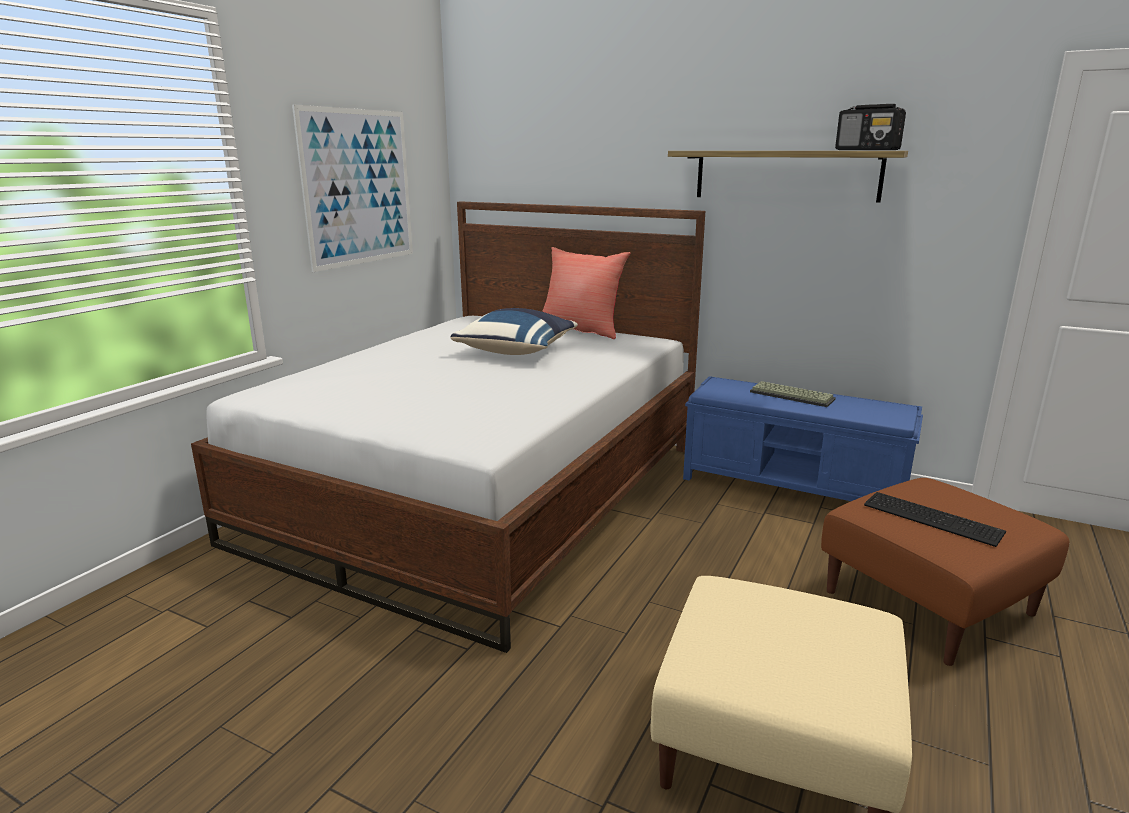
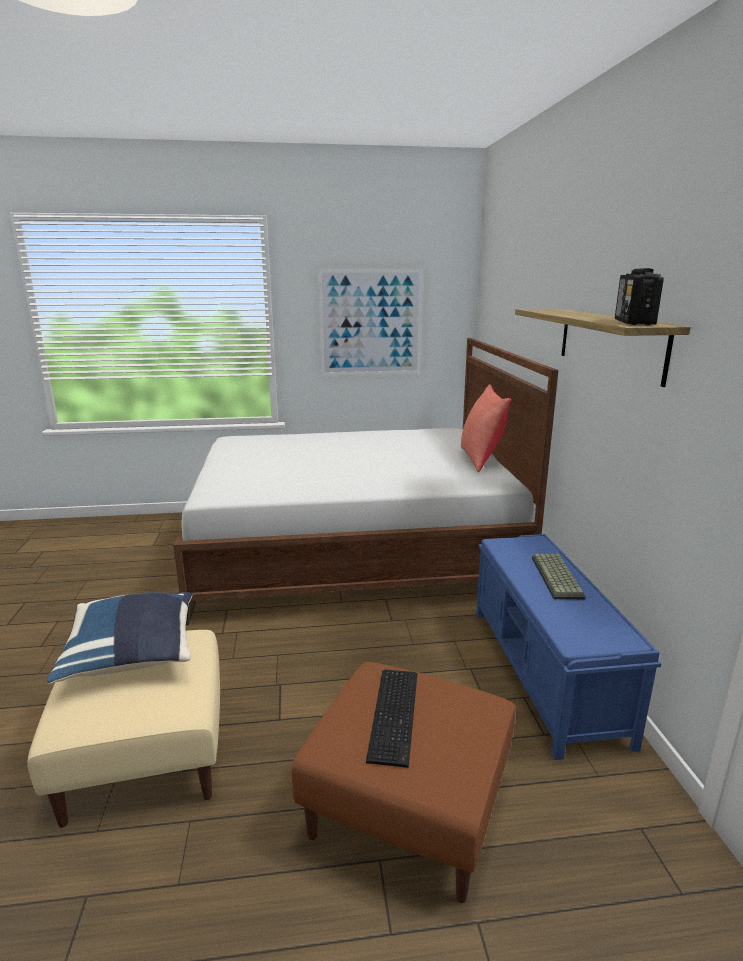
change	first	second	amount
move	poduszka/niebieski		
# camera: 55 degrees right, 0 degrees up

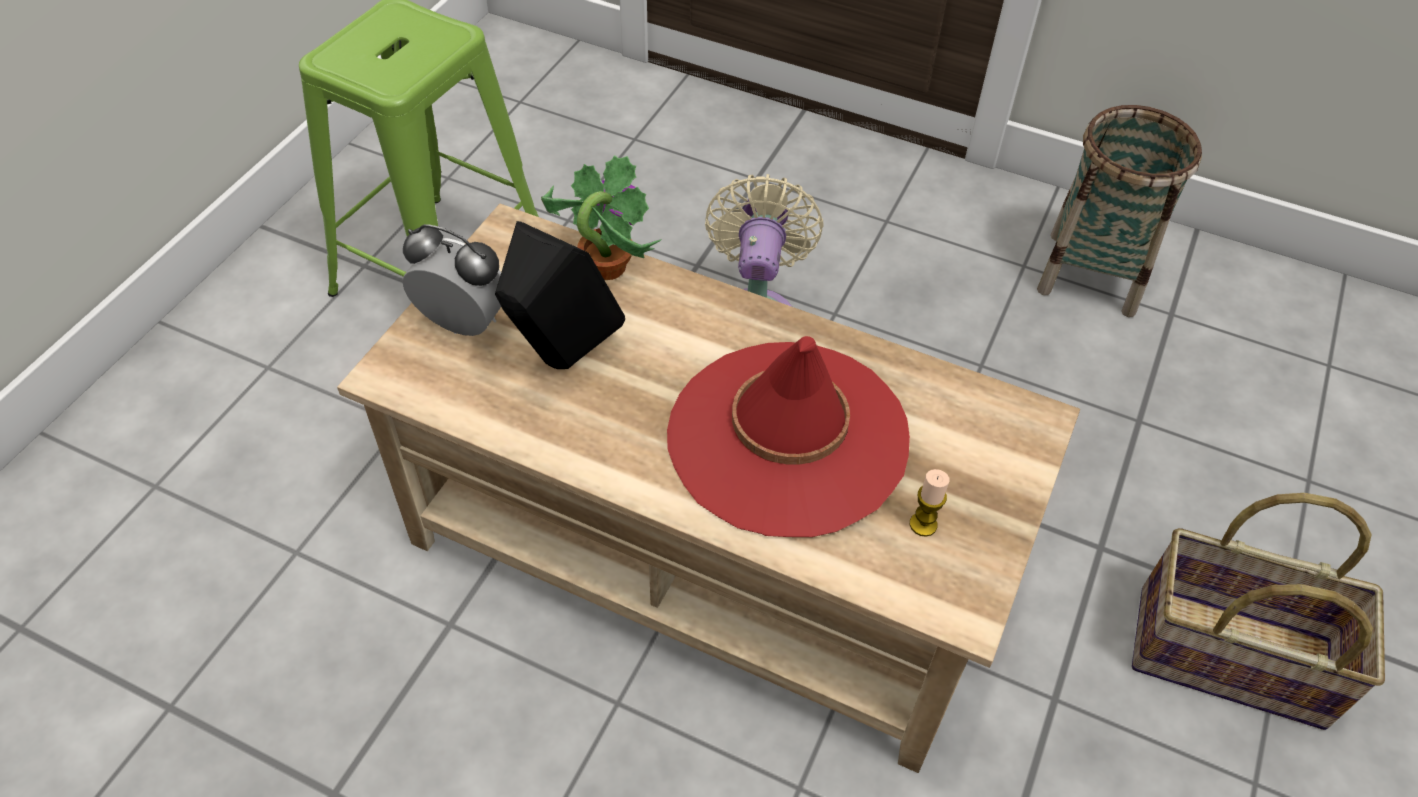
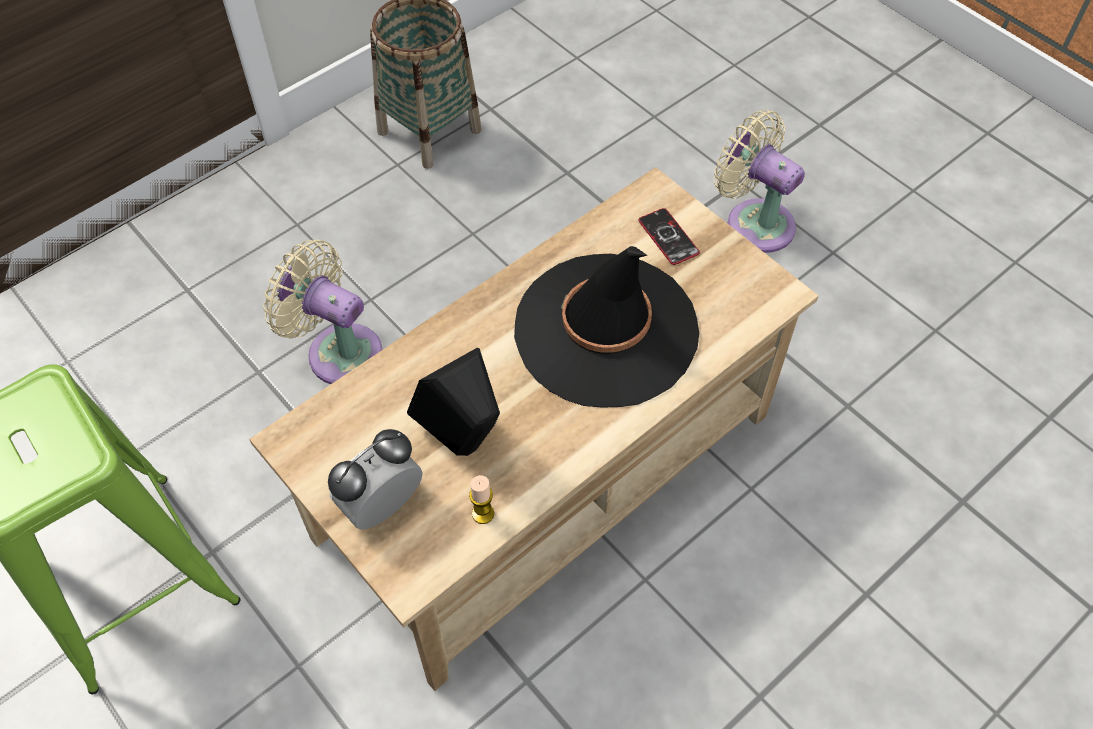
change	first	second	amount
move	świeca		
recolor	kapelusz/czerwony	kapelusz/czarny	
insert		telefon	
replace	koszyk (2nd from left)	wentylator/beżowy (2nd from left)	
delete	roślina doniczkowa		
# camera: 65 degrees left, 5 degrees up

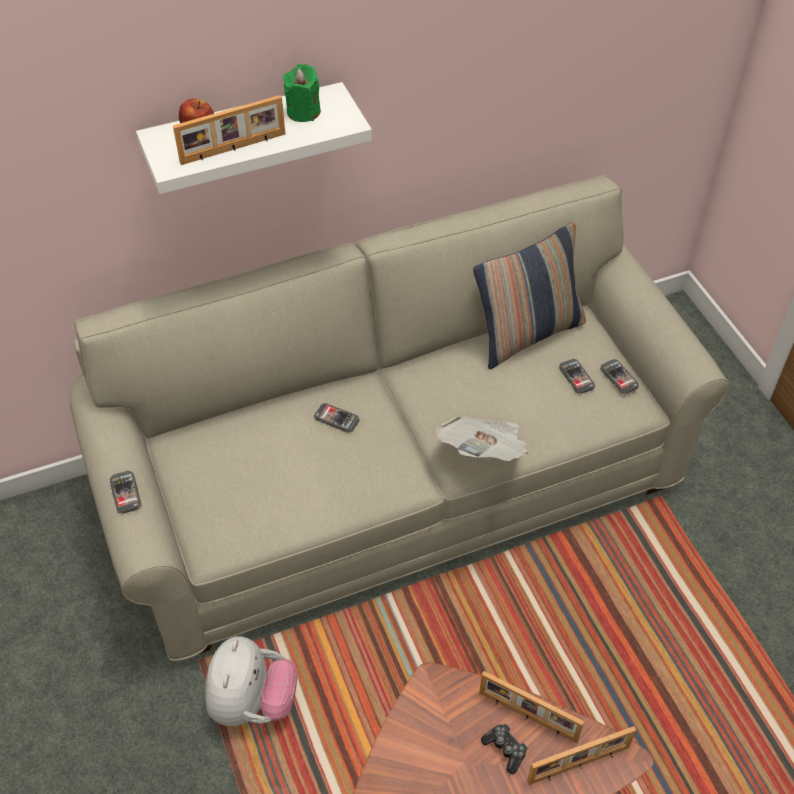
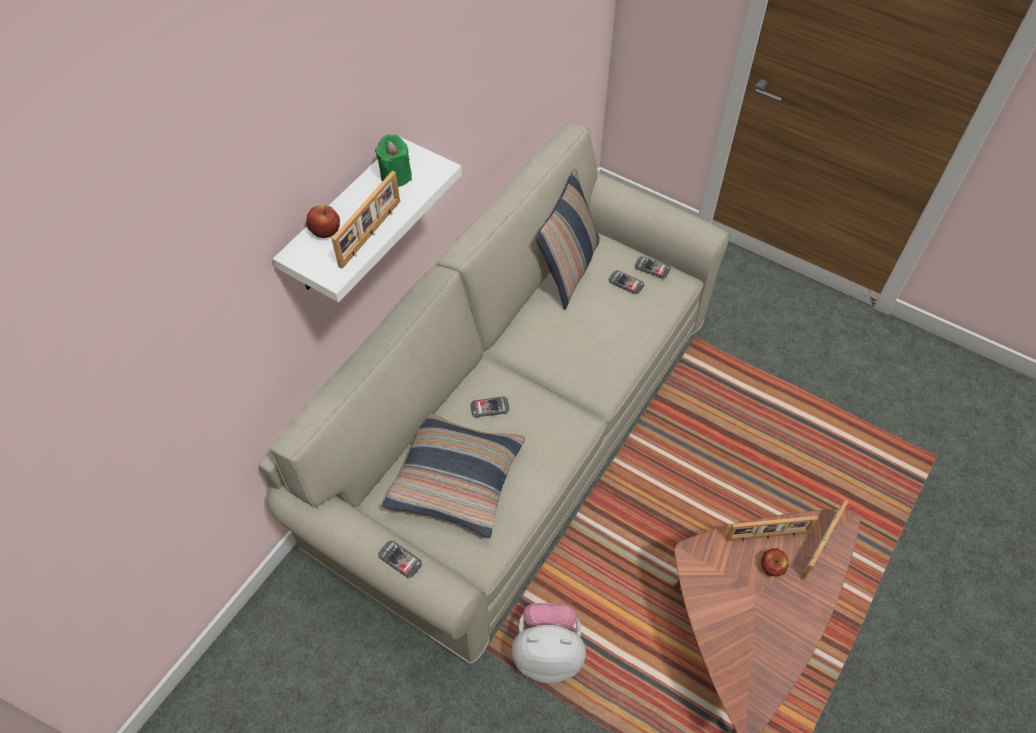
change	first	second	amount
insert		poduszka (1st from left)	
rotate	pluszak		60 degrees counterclockwise
replace	pad do gier	jabłko (2nd from left)	
delete	gazeta		
# camera: 35 degrees left, 5 degrees up

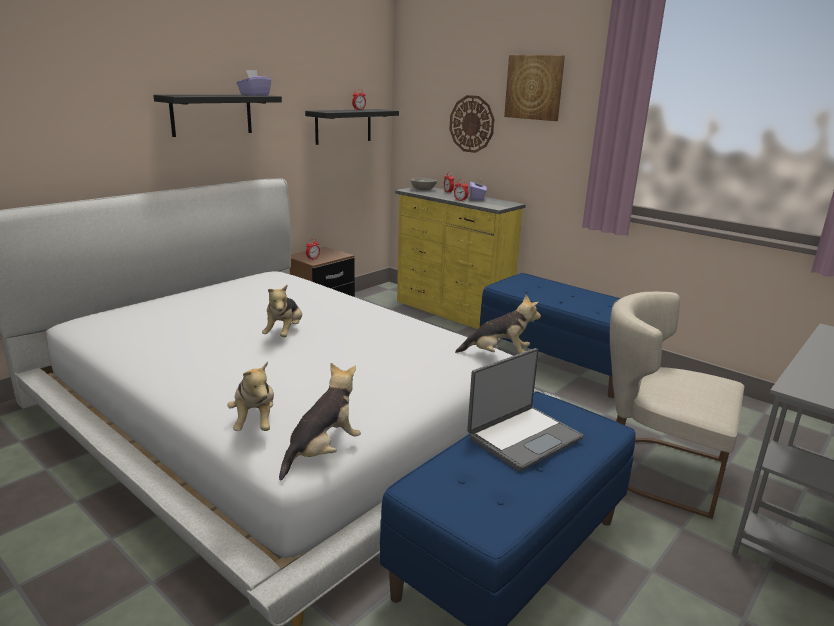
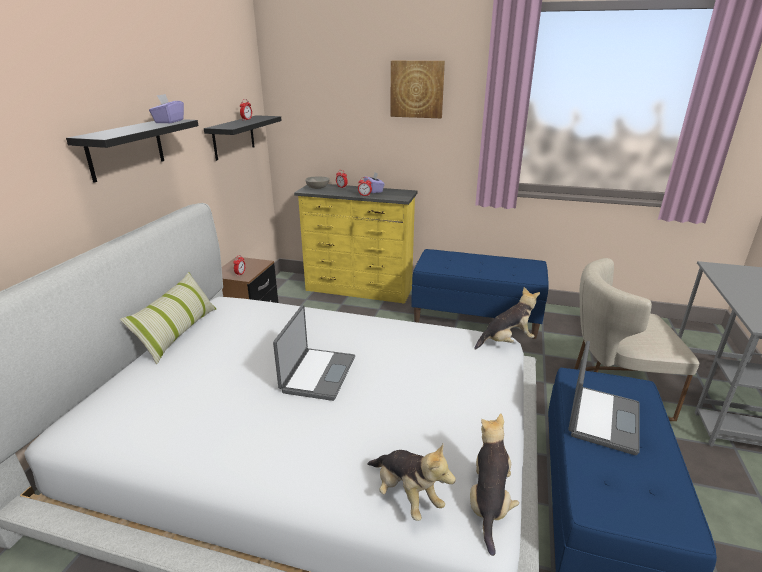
change	first	second	amount
insert		poduszka	
replace	pluszak (2nd from left)	laptop (1st from left)	
delete	zegar ścienny		
# camera: 25 degrees left, 5 degrees up

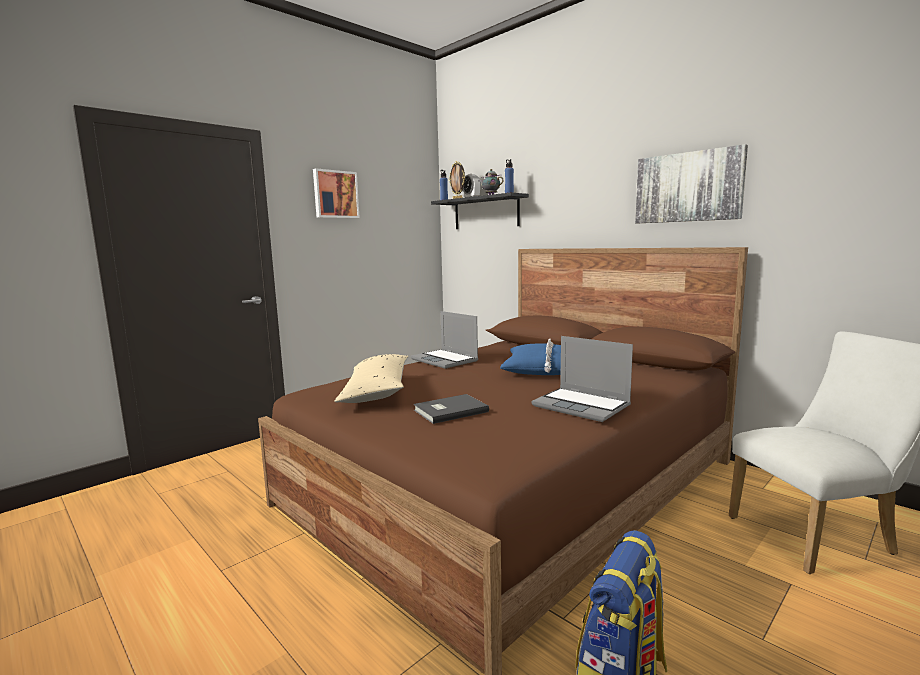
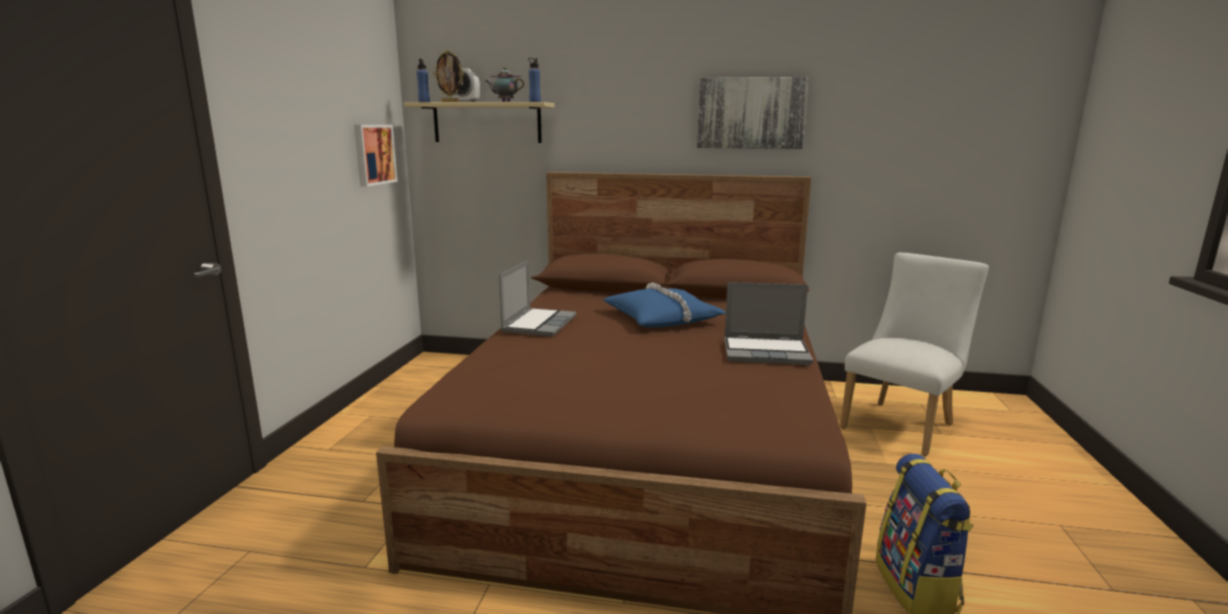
change	first	second	amount
move	obraz (1st from left)		
recolor	półka/czarny	półka/beżowy	
rotate	laptop (1st from left)		90 degrees counterclockwise
delete	poduszka/beżowy		
delete	książka/szary		
# camera: 35 degrees left, 5 degrees up

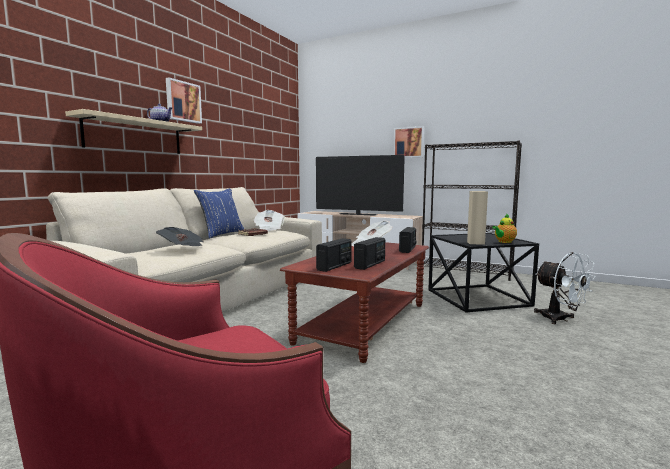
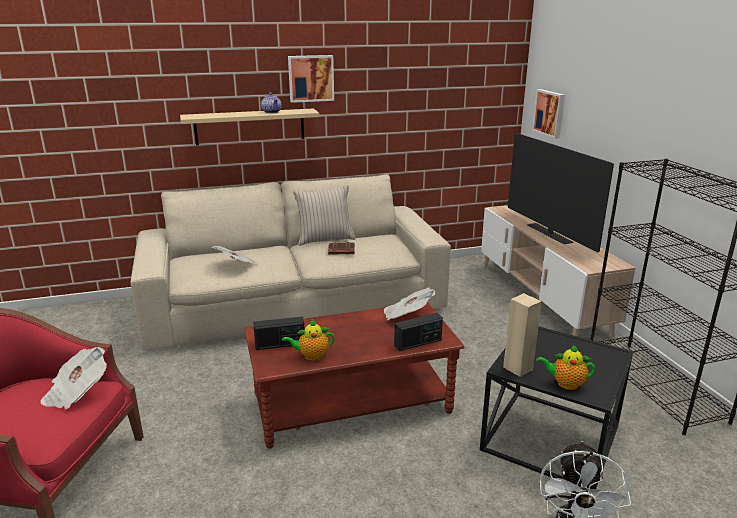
change	first	second	amount
move	gazeta (2nd from left in the first image)	gazeta (1st from left)	
replace	radio (2nd from left)	imbryk (2nd from left)	
recolor	poduszka/niebieski	poduszka/beżowy	
move	obraz (2nd from left)		
# camera: 45 degrees right, 15 degrees up

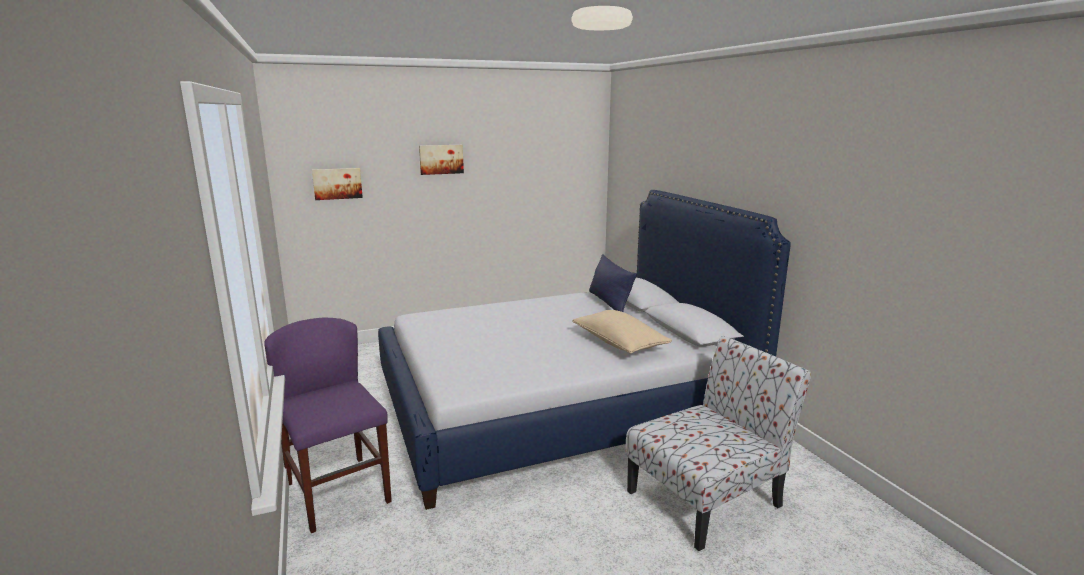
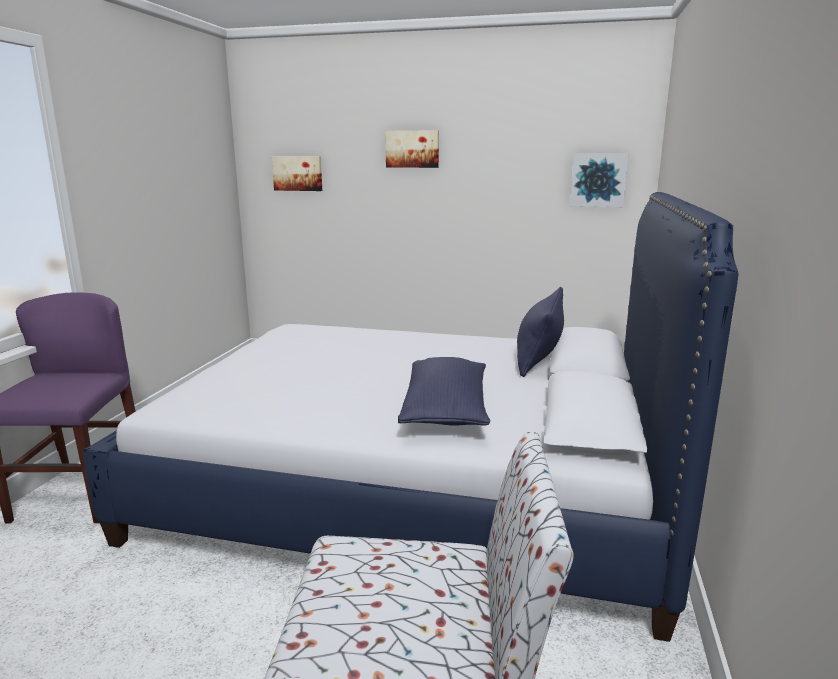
change	first	second	amount
recolor	poduszka/beżowy	poduszka/niebieski (1st from left)	
insert		obraz (3rd from left)	
# camera: 35 degrees right, 0 degrees up

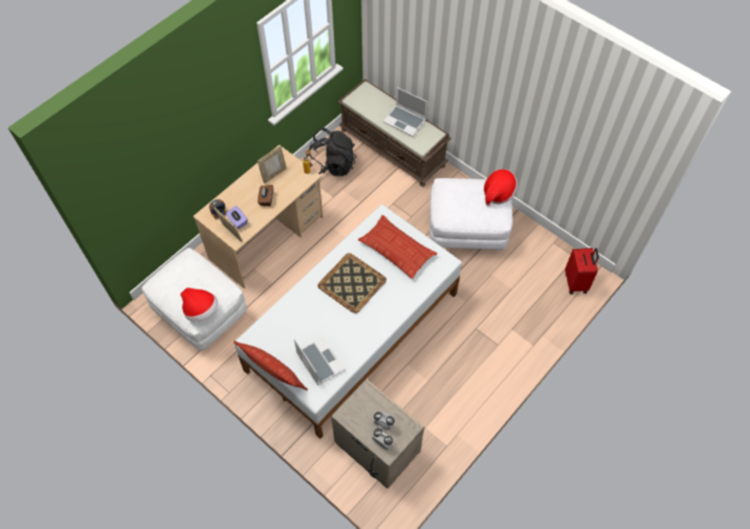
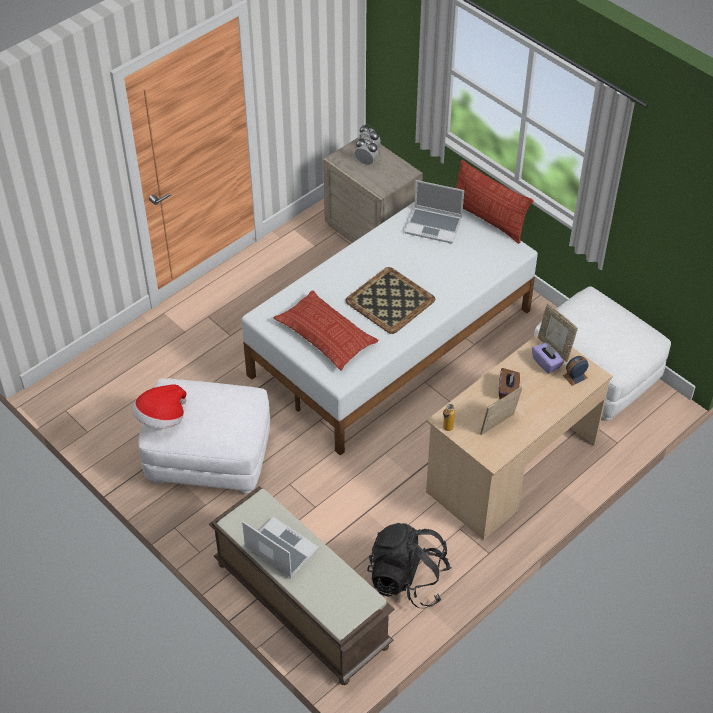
change	first	second	amount
rotate	laptop (1st from left in the first image)	laptop (2nd from left)	45 degrees counterclockwise
delete	kapelusz (1st from left)		
delete	walizka/czerwony		
# camera: 175 degrees left, 10 degrees down

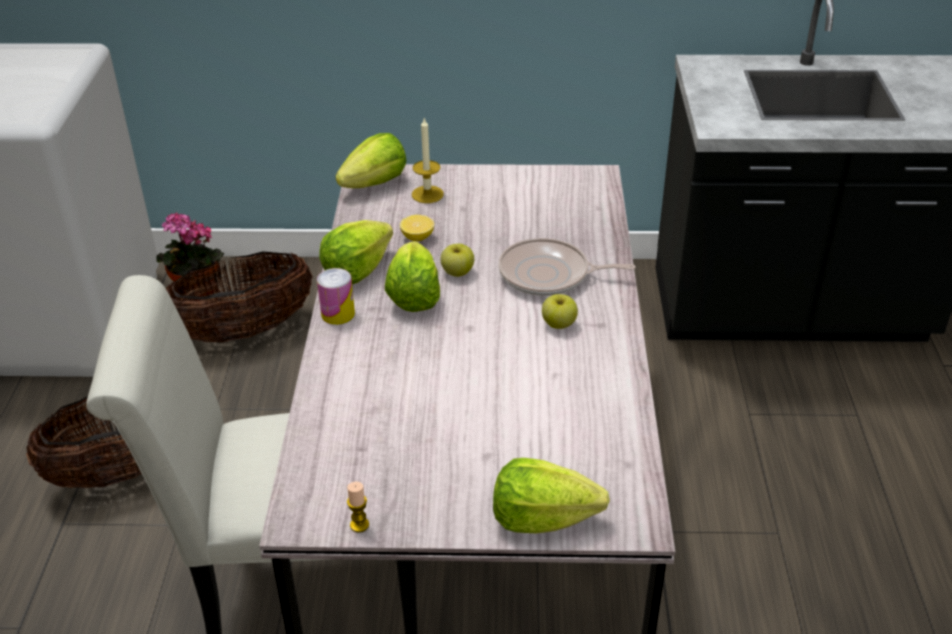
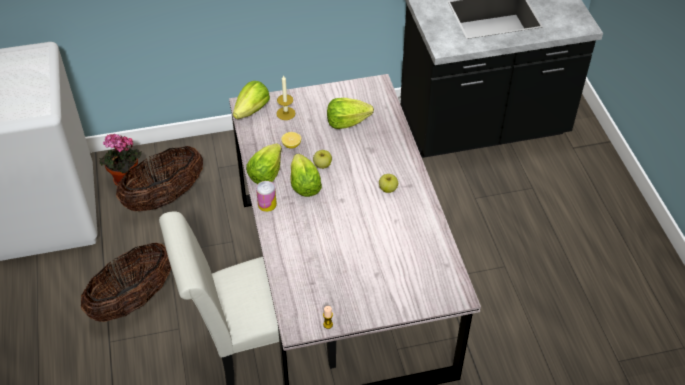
change	first	second	amount
move	sałata (4th from left)		
delete	patelnia		
# camera: 15 degrees left, 10 degrees up

